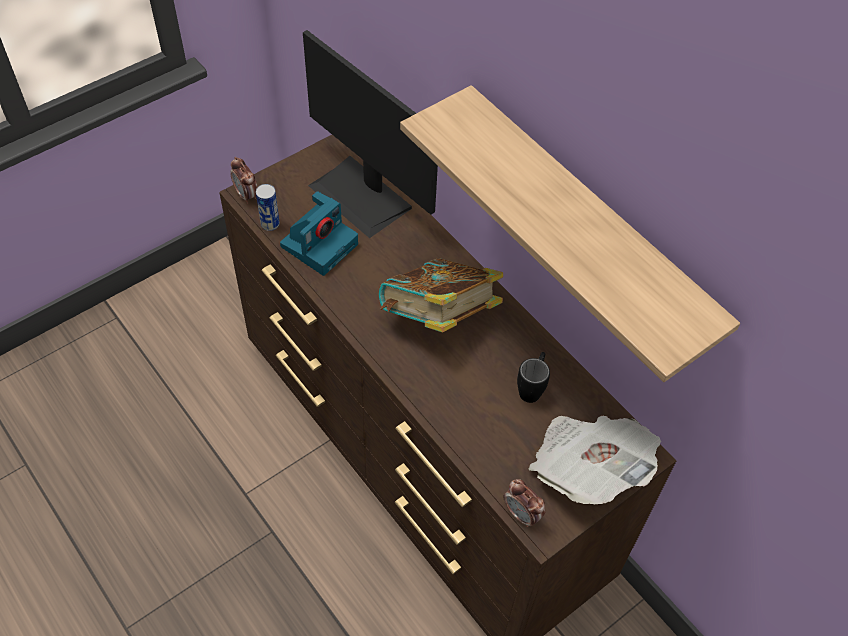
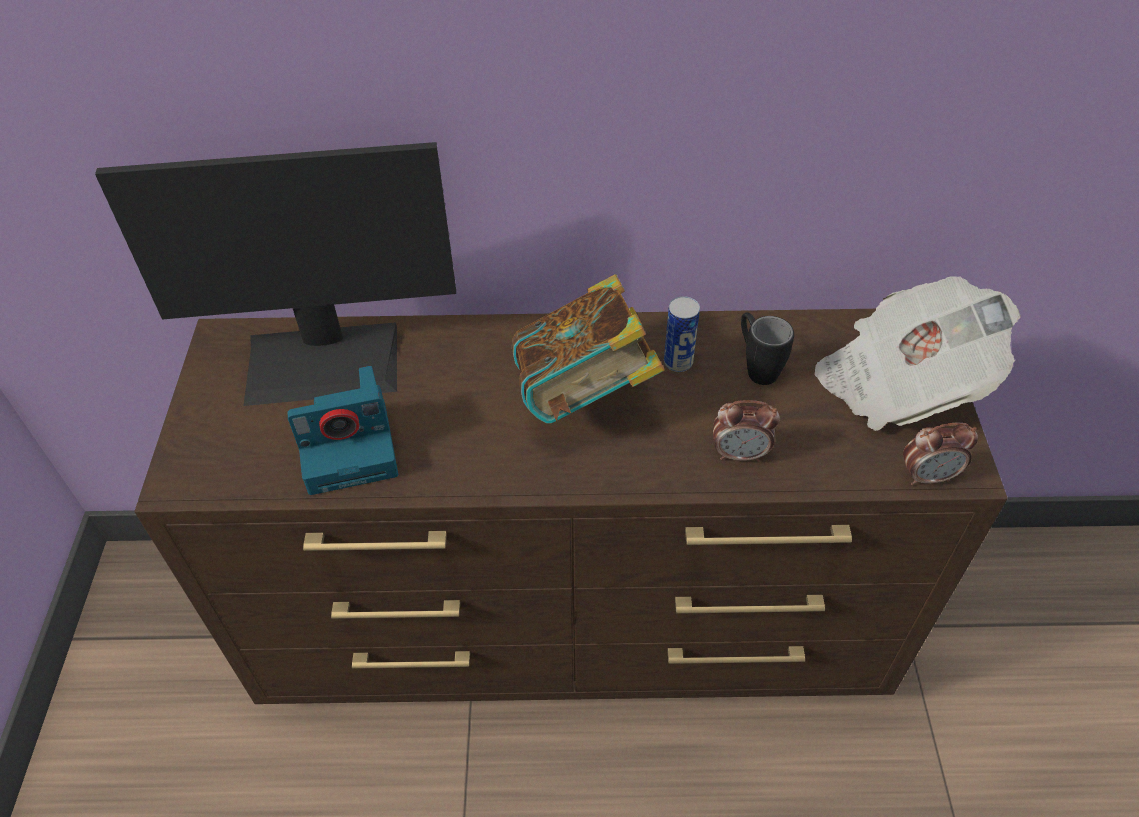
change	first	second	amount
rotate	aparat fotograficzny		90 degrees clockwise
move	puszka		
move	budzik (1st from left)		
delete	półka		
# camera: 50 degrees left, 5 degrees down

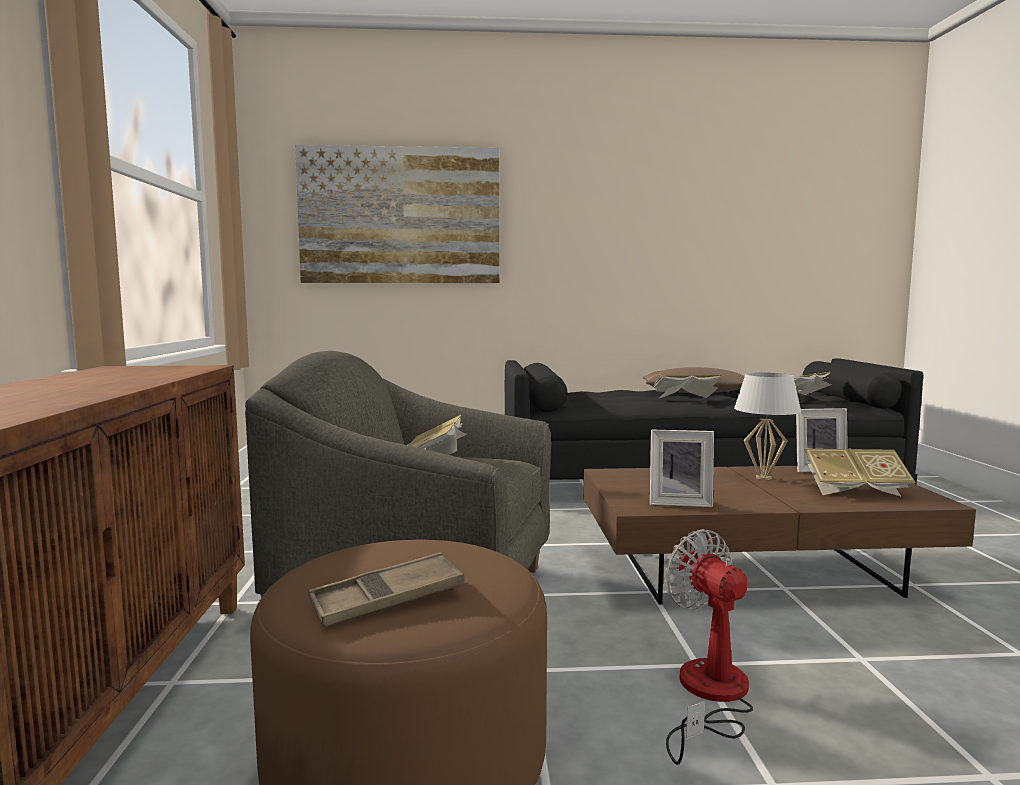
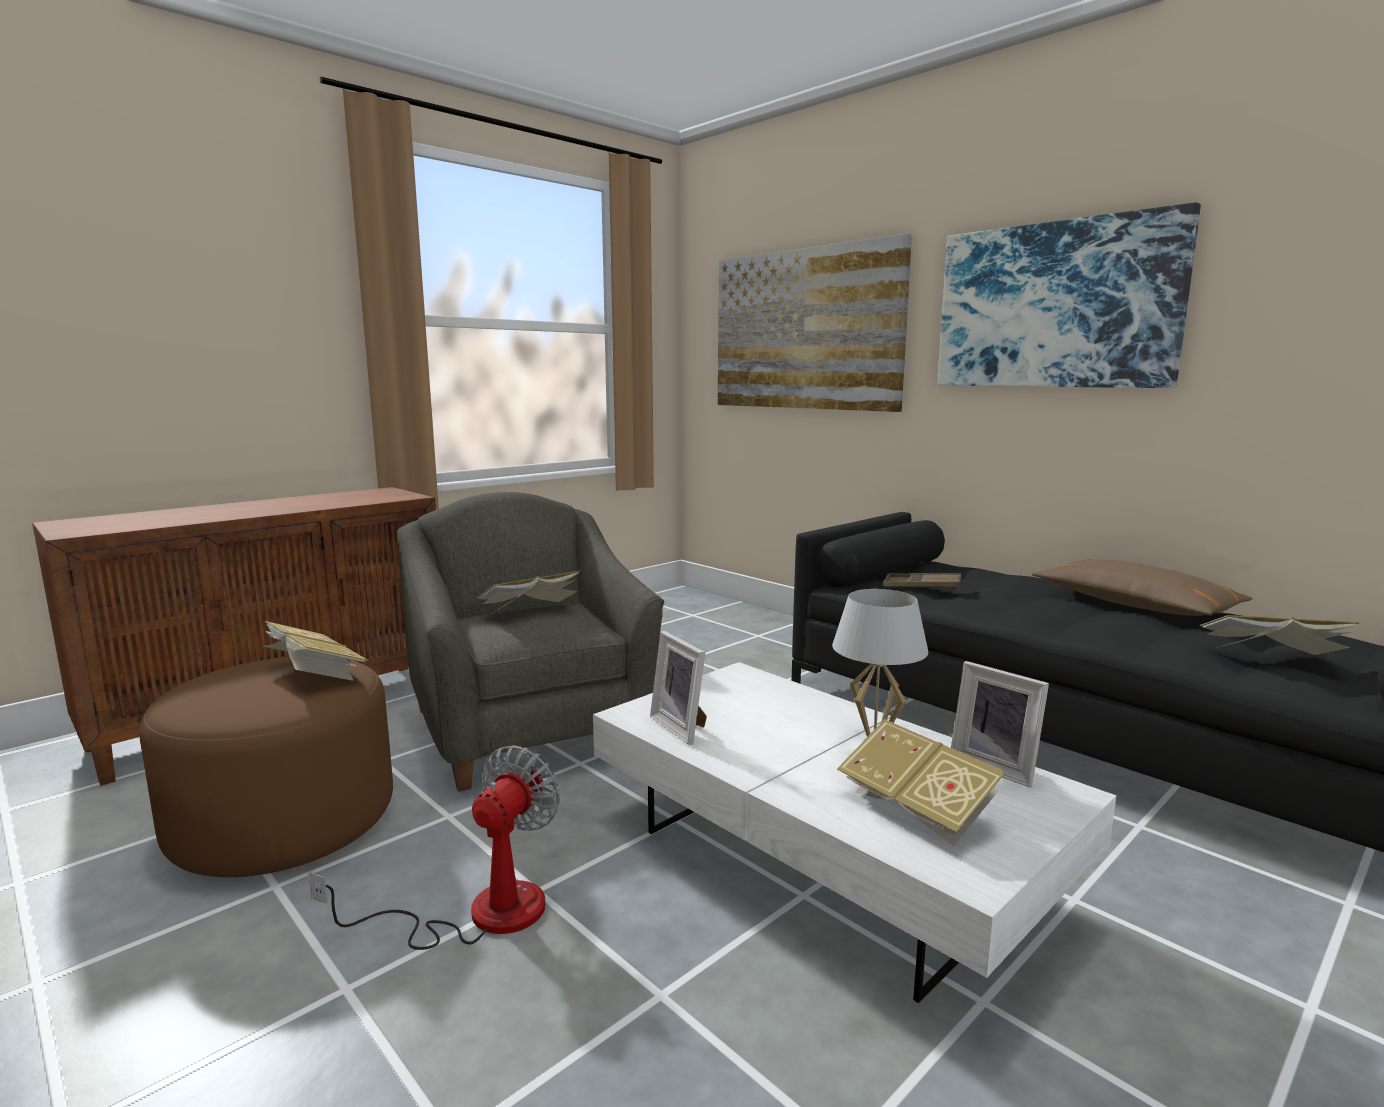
change	first	second	amount
move	książka (2nd from left in the first image)	książka (1st from left)	
recolor	ława/brązowy	ława/biały	
move	taca/brązowy		
insert		obraz (2nd from left)	
# camera: 50 degrees right, 5 degrees up

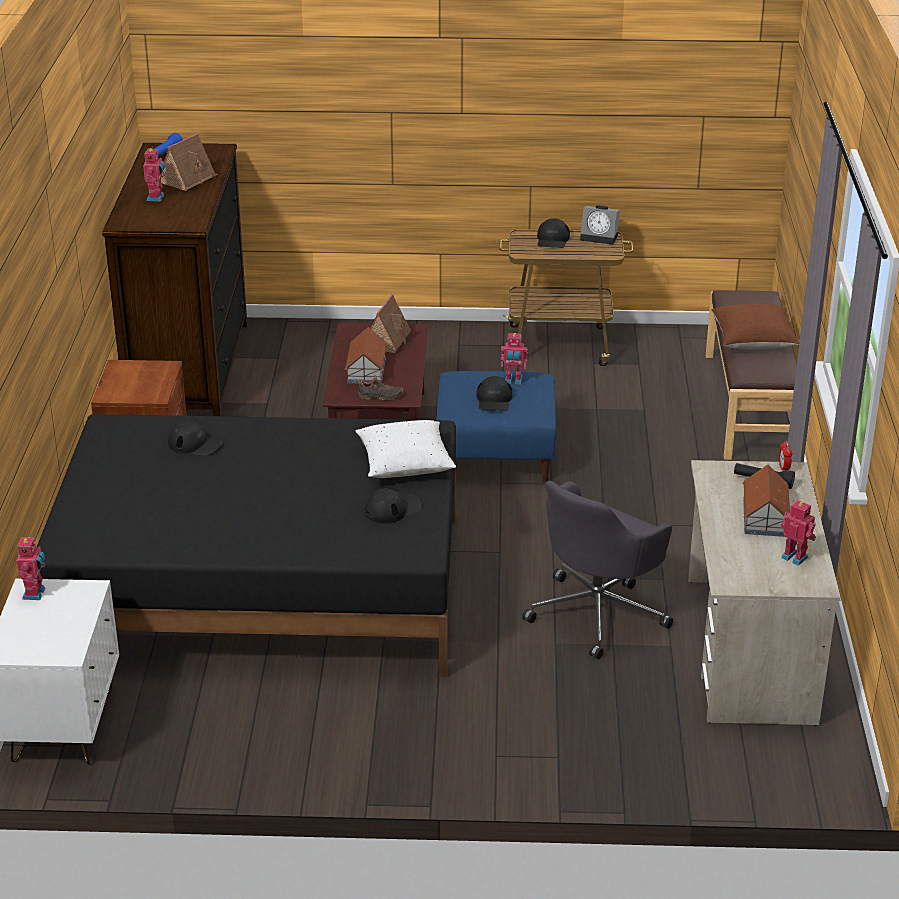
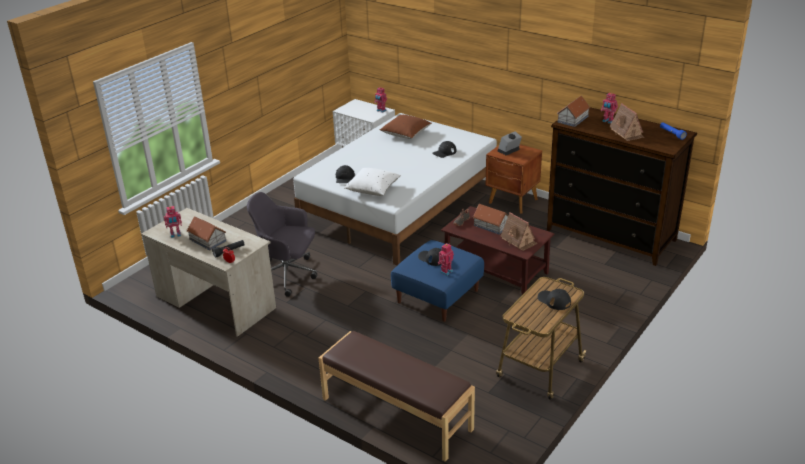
change	first	second	amount
rotate	krzesło biurowe/szary		60 degrees counterclockwise
recolor	łóżko/czarny	łóżko/biały	
move	poduszka/brązowy		
move	budzik (1st from left in the first image)	budzik (2nd from left)	
insert		domek (4th from left)	
# camera: 125 degrees right, 0 degrees up

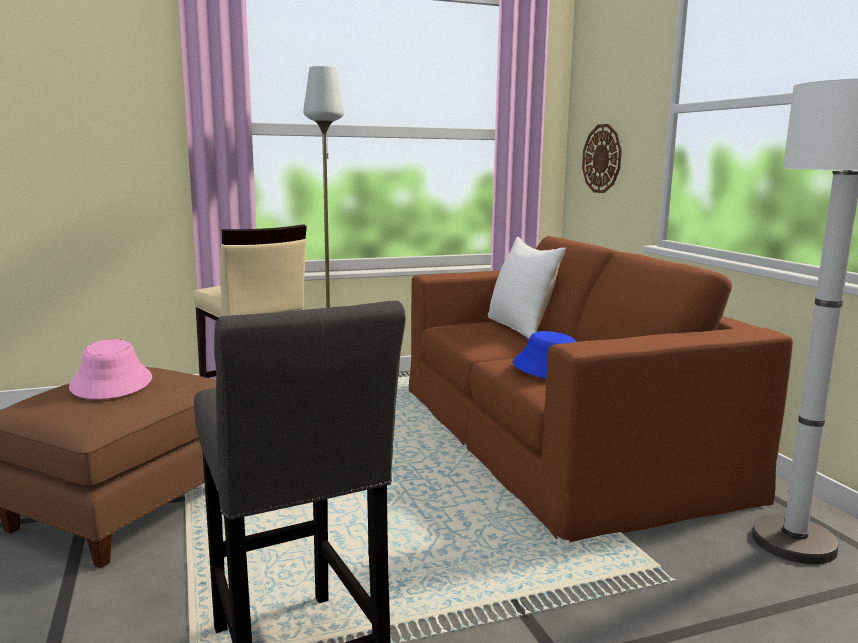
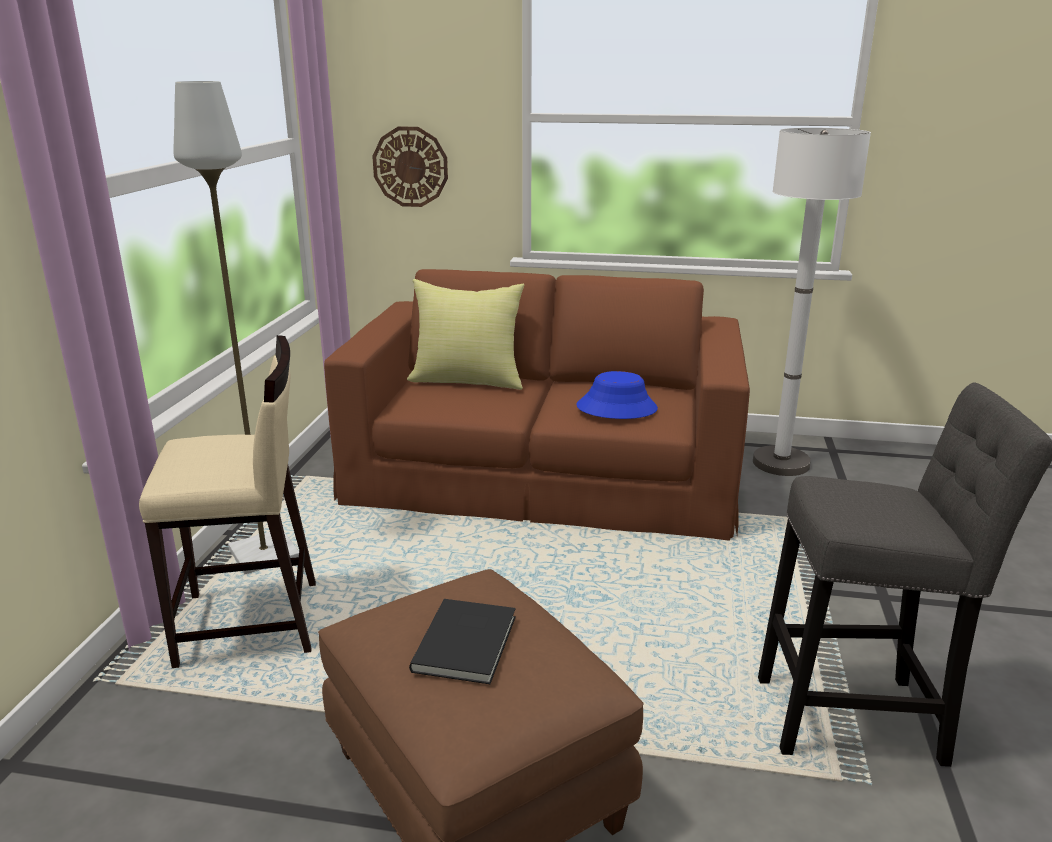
change	first	second	amount
recolor	poduszka/biały	poduszka/żółty	
replace	kapelusz/różowy	książka/czarny	
# camera: 60 degrees left, 10 degrees up

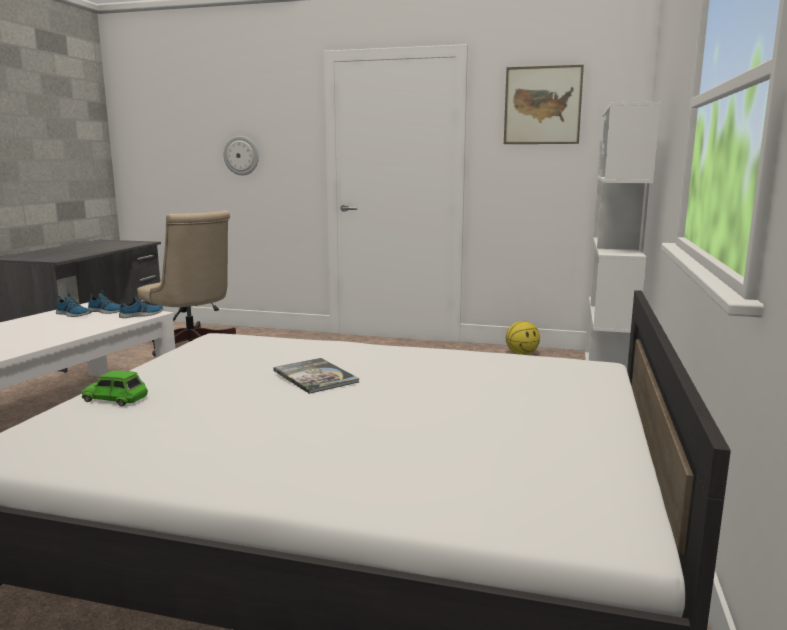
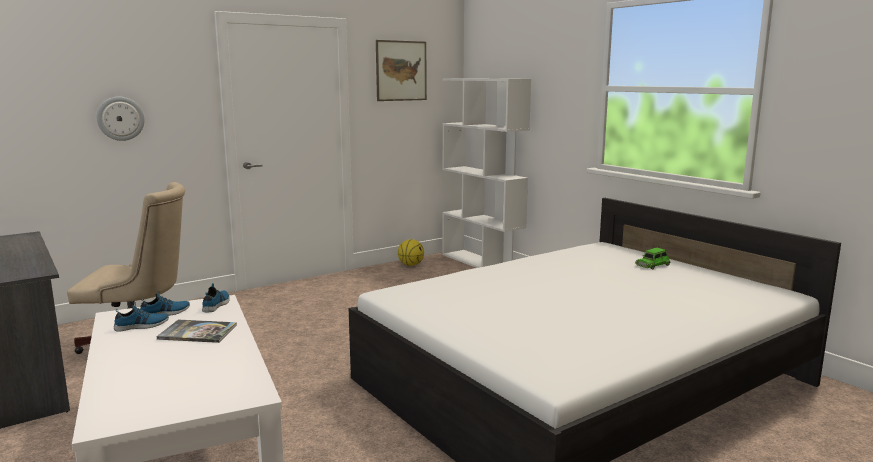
change	first	second	amount
move	książka		
move	samochodzik/zielony		
# camera: 50 degrees left, 0 degrees up

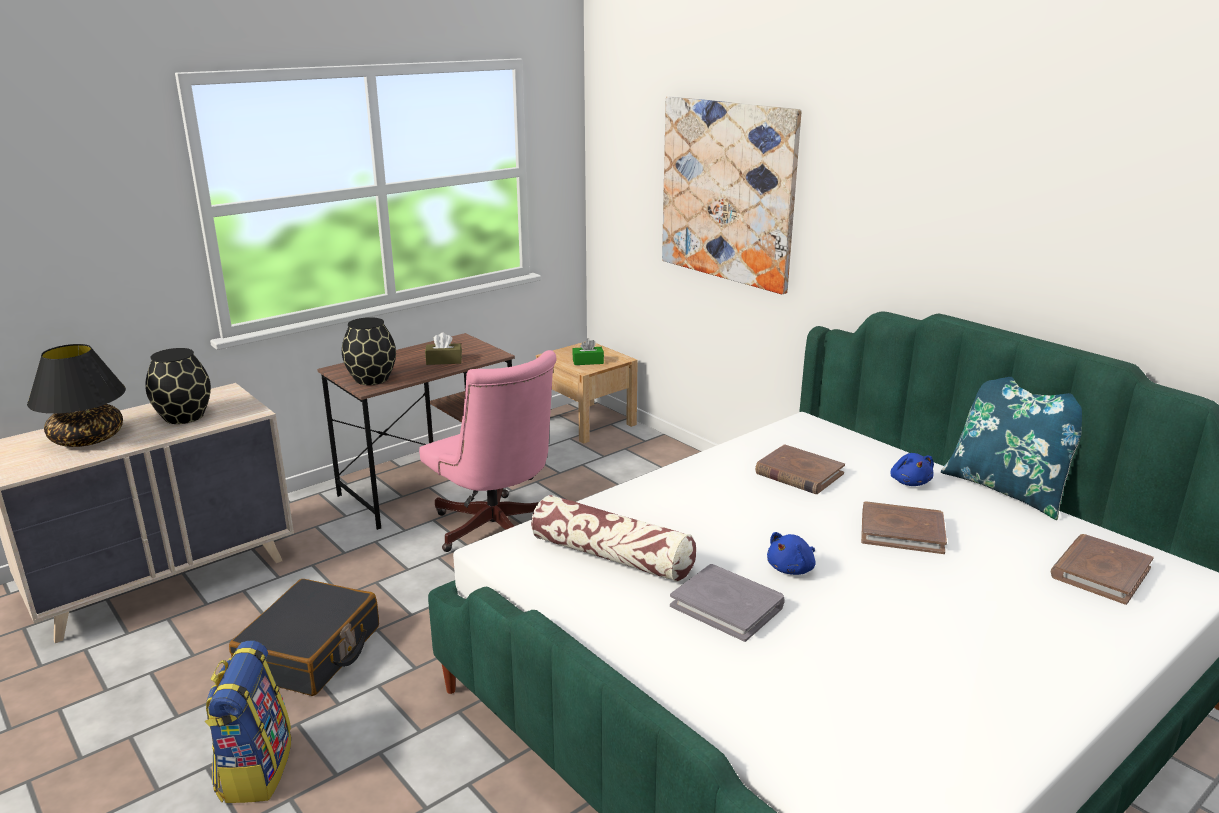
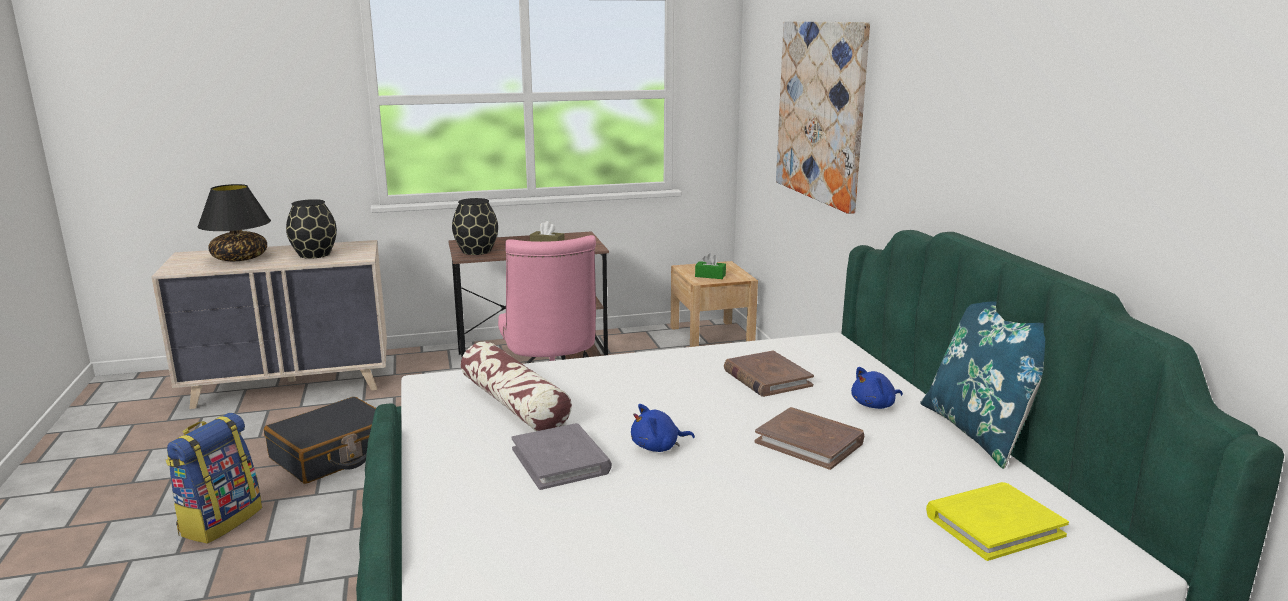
change	first	second	amount
rotate	pluszak/niebieski (2nd from left)		45 degrees clockwise
recolor	książka/brązowy (3rd from left)	książka/żółty	
# camera: 25 degrees right, 5 degrees down

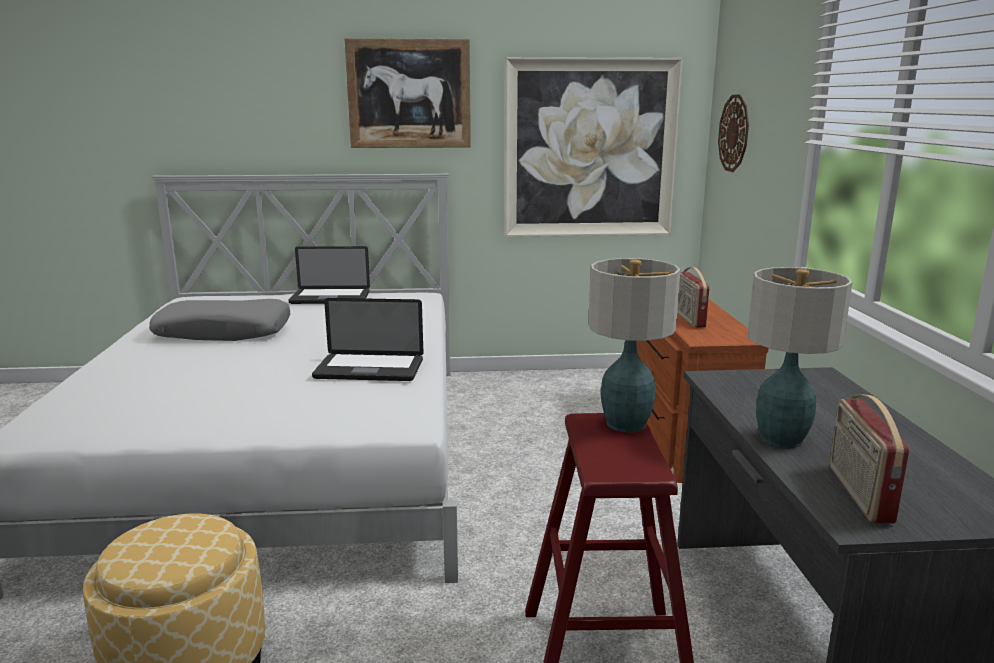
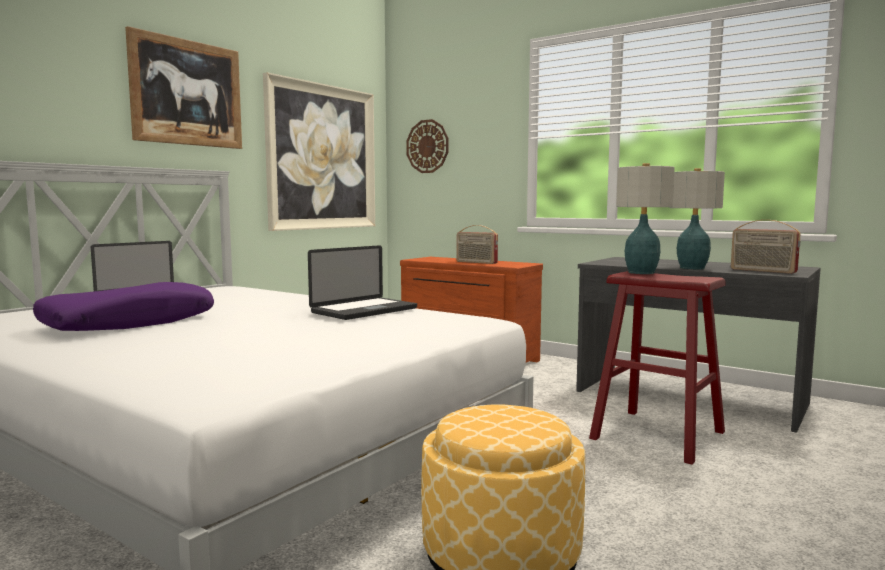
change	first	second	amount
recolor	poduszka/szary	poduszka/fioletowy	
# camera: 50 degrees left, 10 degrees down

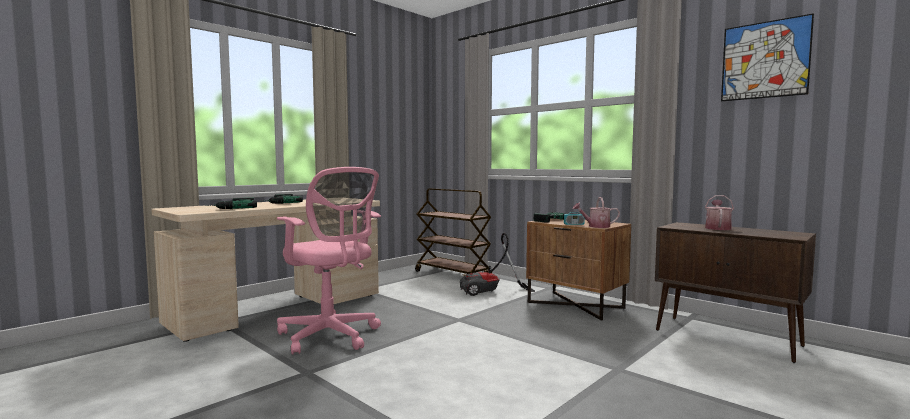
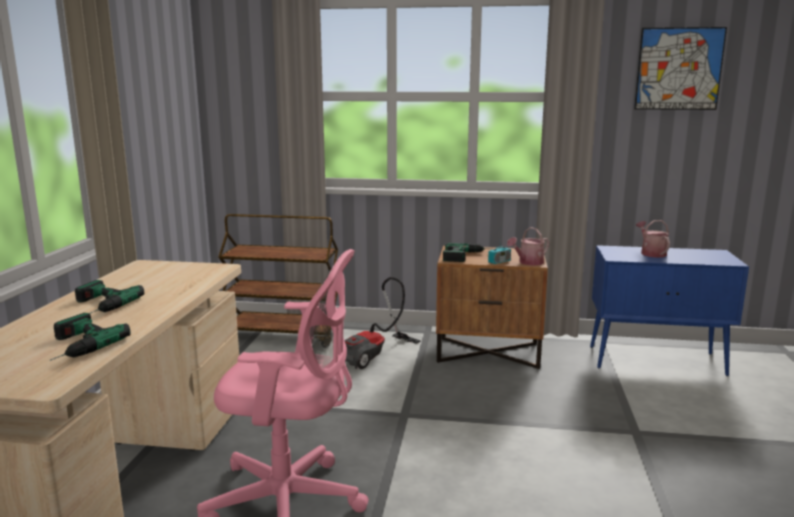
change	first	second	amount
recolor	szafka/brązowy	szafka/niebieski	
# camera: 35 degrees left, 10 degrees up

